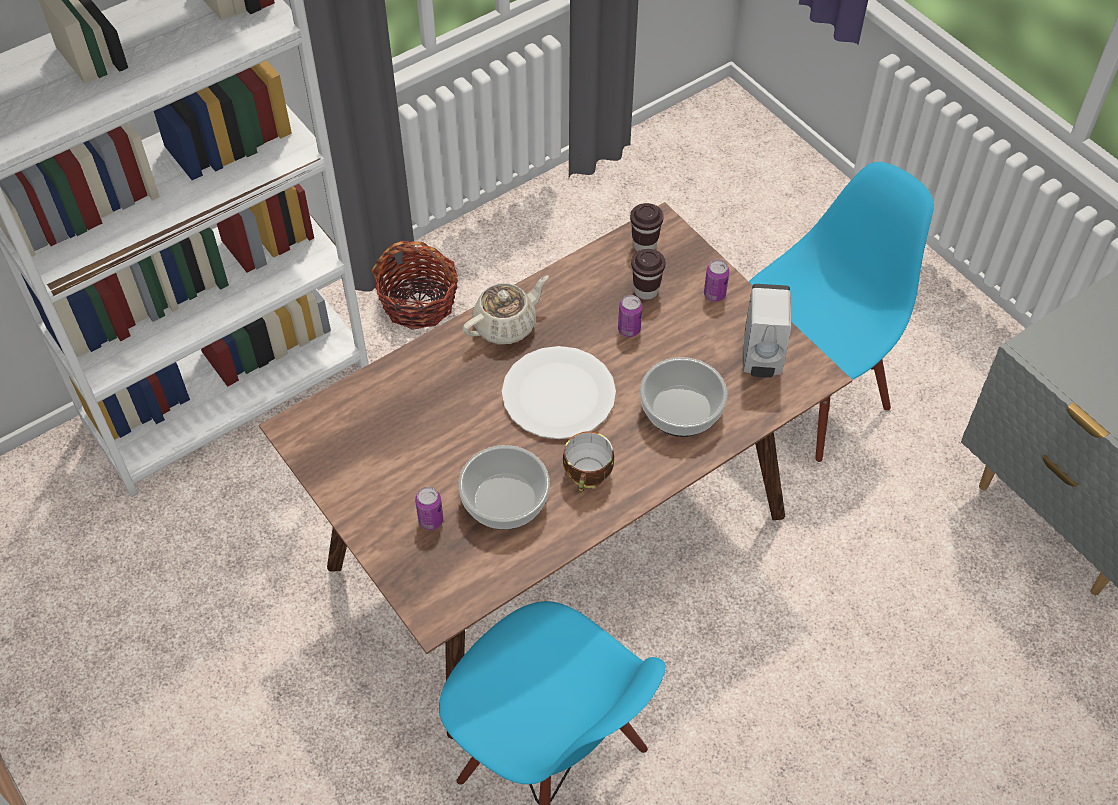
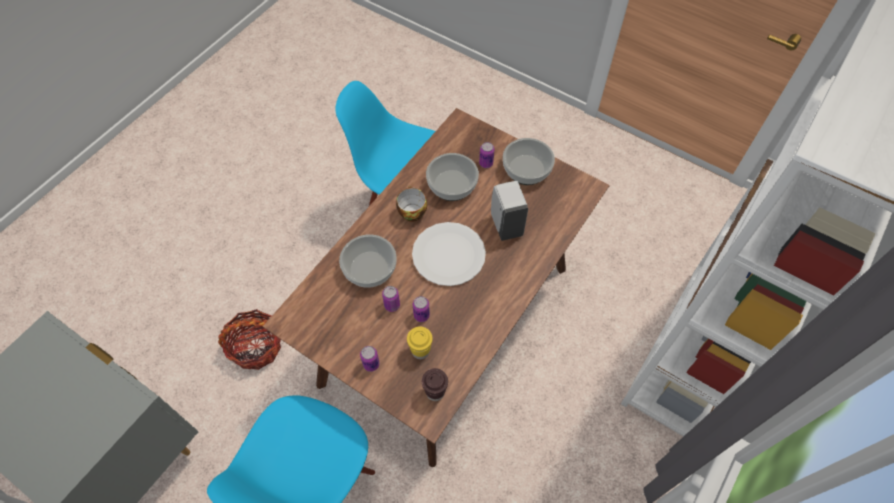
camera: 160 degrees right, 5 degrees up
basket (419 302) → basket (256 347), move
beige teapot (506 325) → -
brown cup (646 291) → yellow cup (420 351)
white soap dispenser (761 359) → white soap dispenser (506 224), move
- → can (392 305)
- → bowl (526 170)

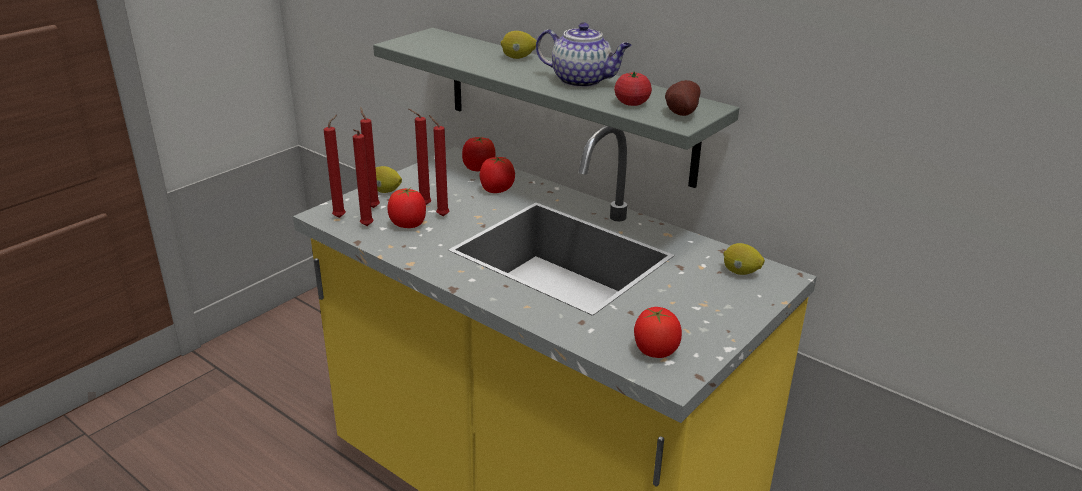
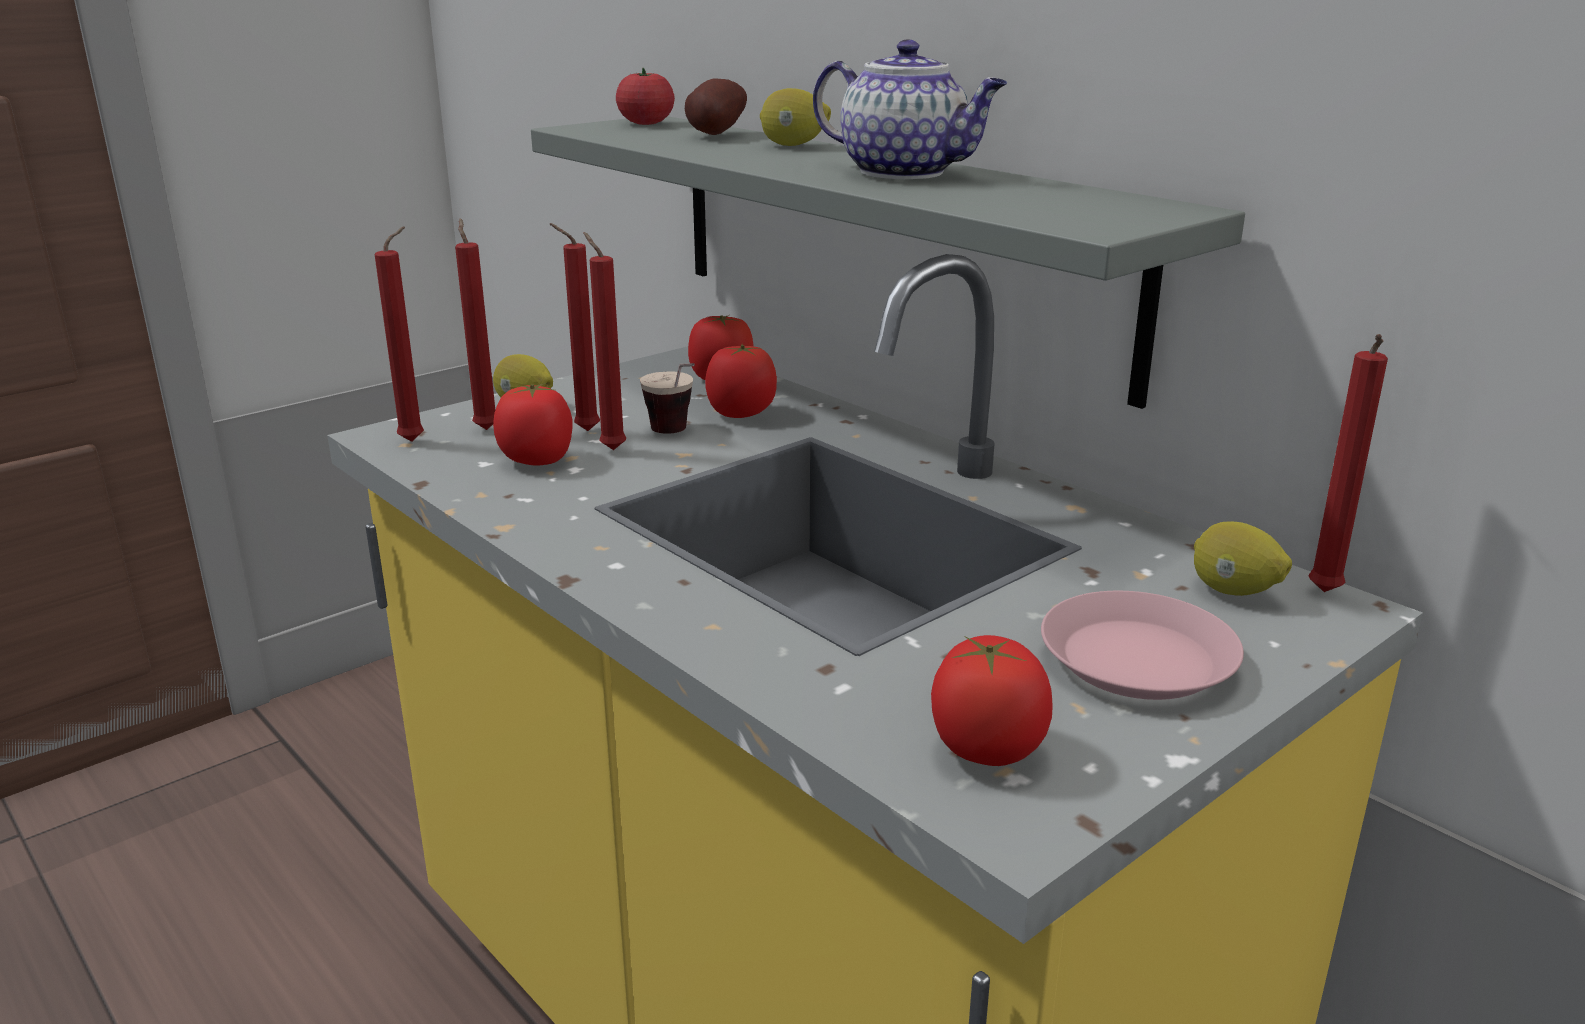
camera: 10 degrees right, 5 degrees down
red candle (366 227) → red candle (1323 594), move
tomato (632 103) → tomato (646 123), move
potato (680 114) → potato (713 135), move
- → cup (677 435)
- → pink plate (1138 660)

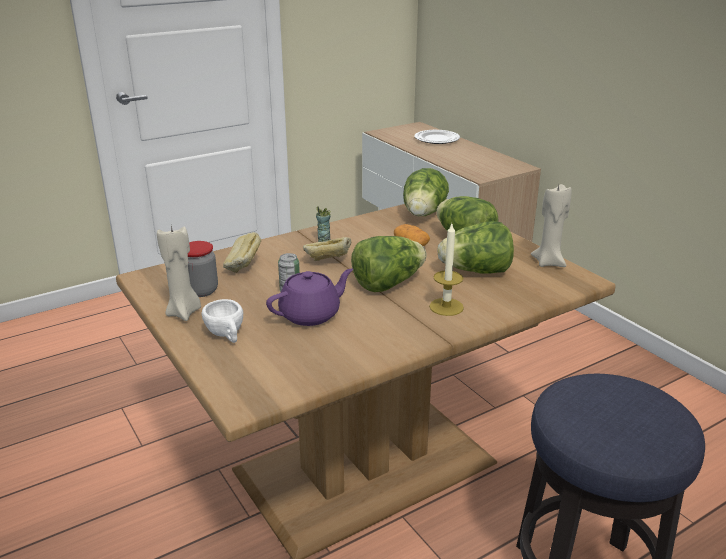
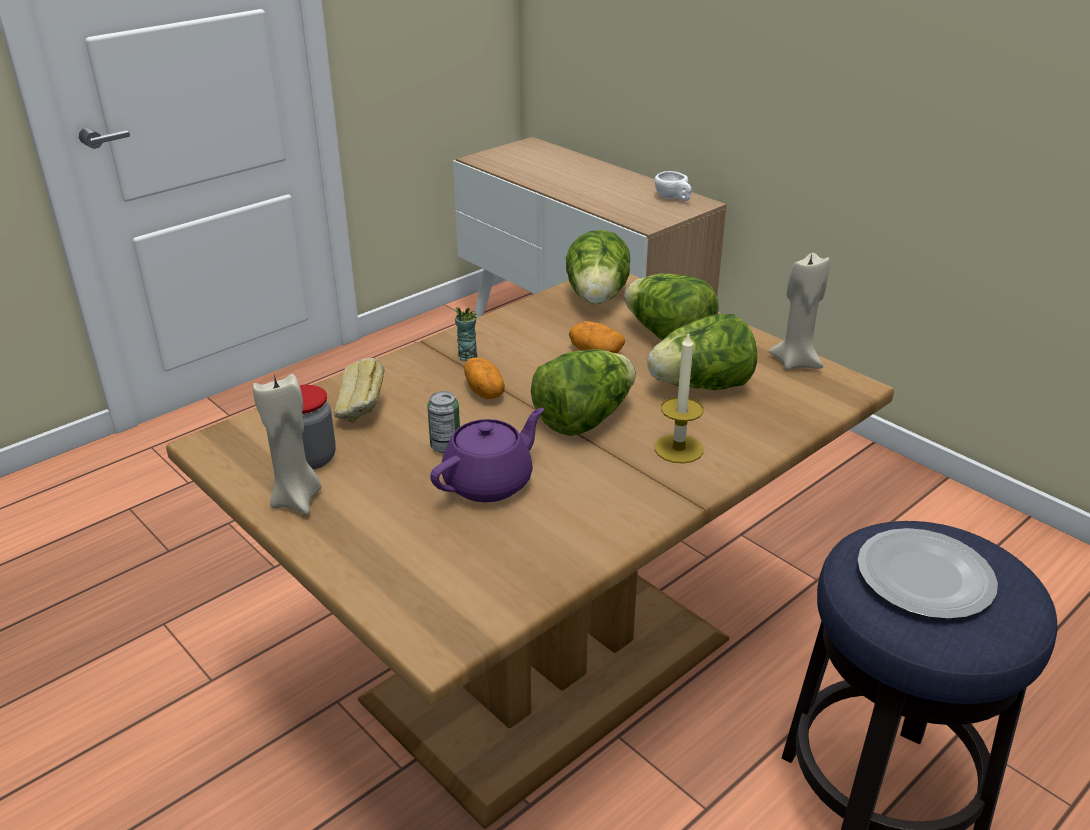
camera: 10 degrees left, 5 degrees up
white cup (226 335) → white cup (673 199), move
bread (327 262) → potato (485 391)
plate (437 139) → plate (924 576), move

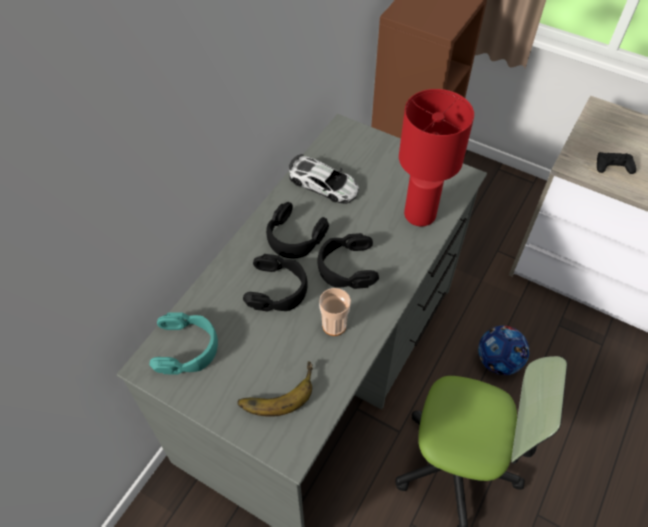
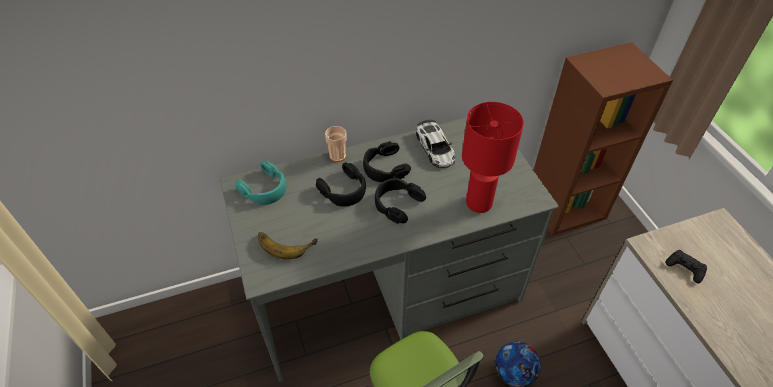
camera: 40 degrees right, 5 degrees down
cup (334 325) → cup (337 156), move

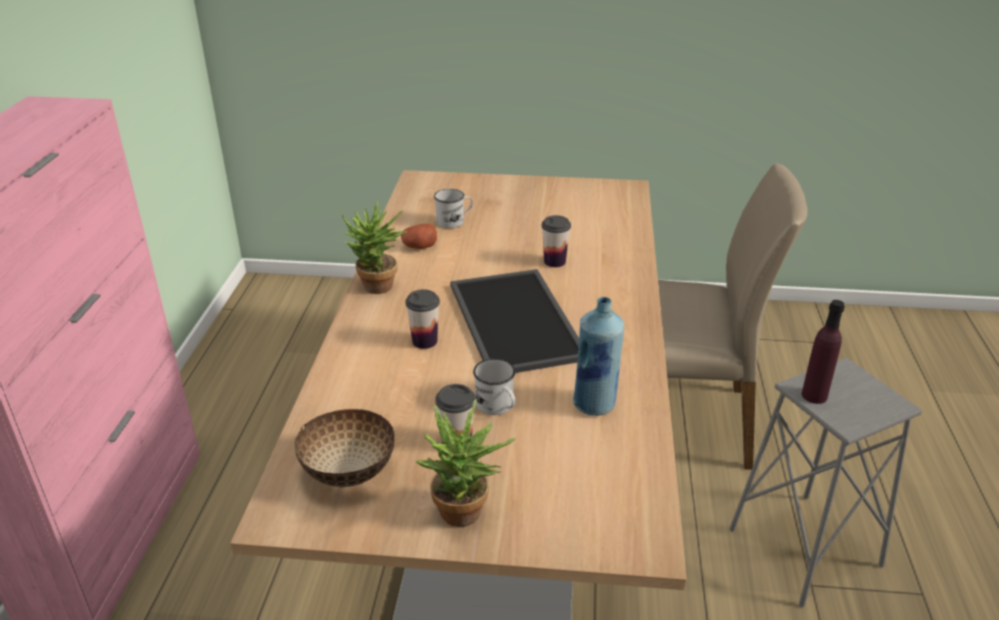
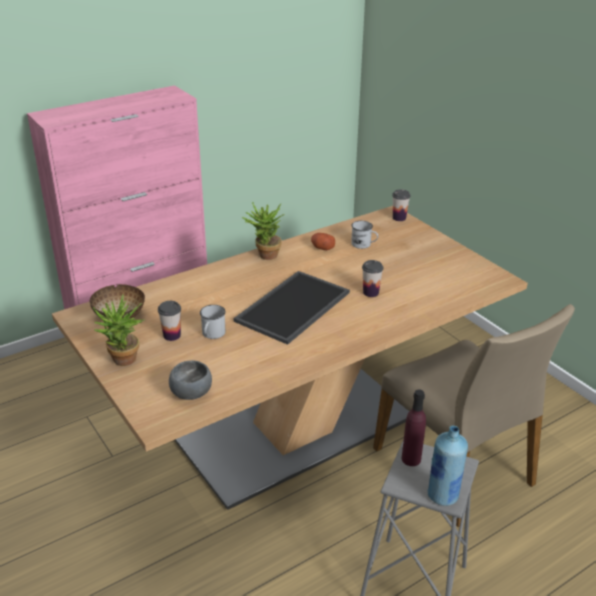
camera: 50 degrees right, 0 degrees up
cup (424 341) → cup (399 218), move
blue bottle (595 404) → blue bottle (442 496), move
- → grey bowl (192 393)

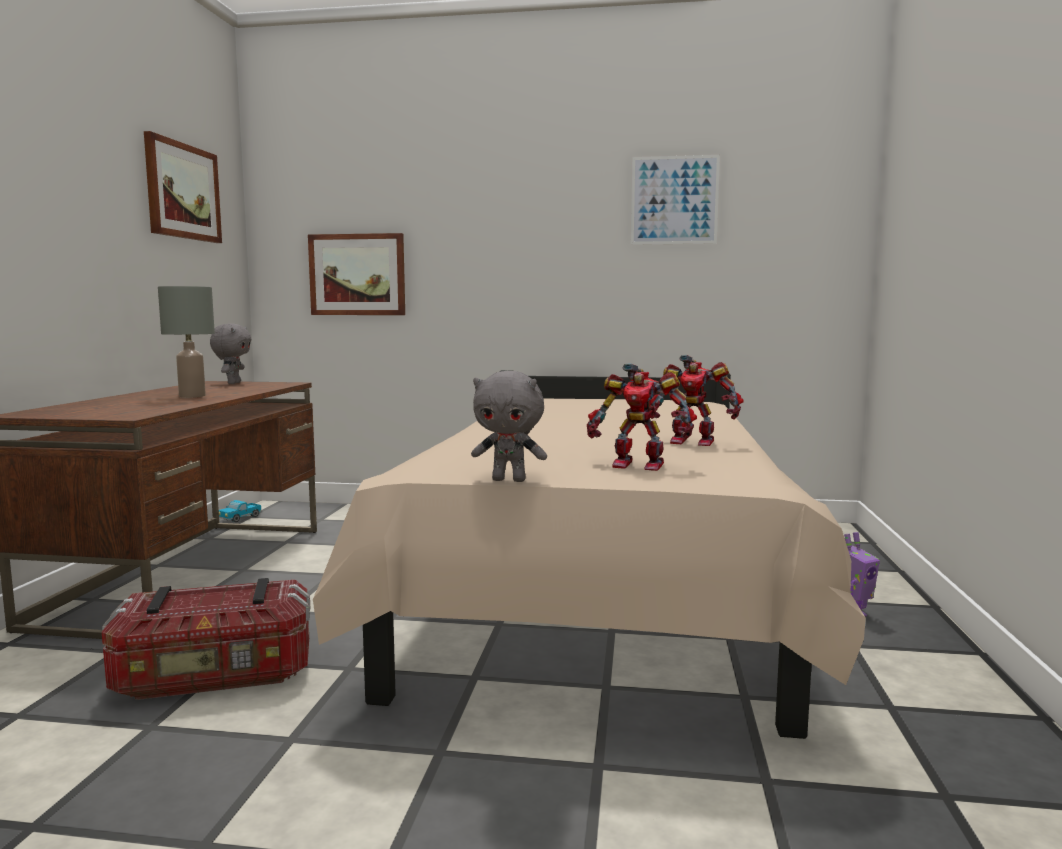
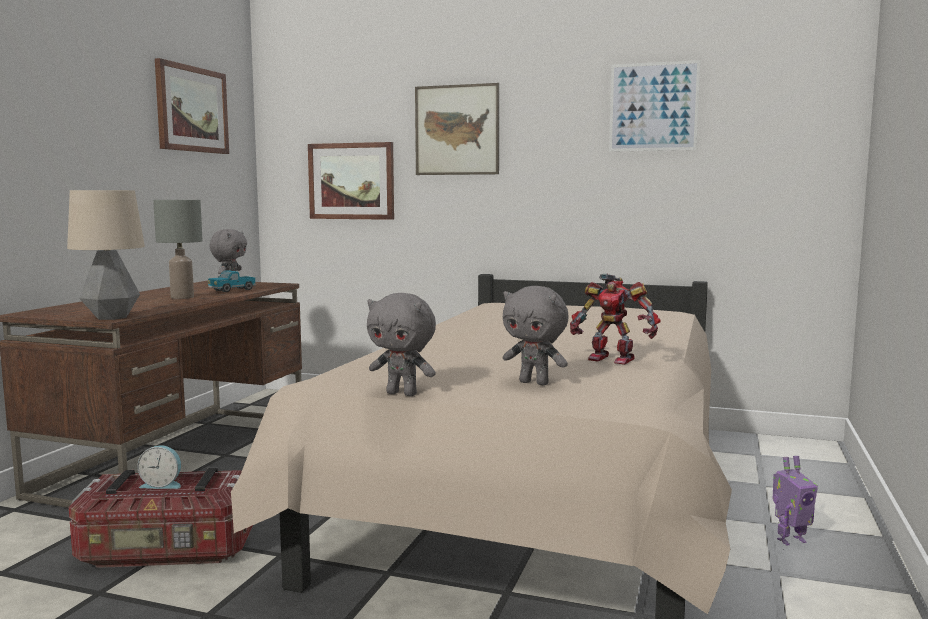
camera: 10 degrees right, 0 degrees up
toy truck (240 518) → toy truck (232 290), move
toy robot (638 465) → grey plush toy (535 383)
- → table lamp (112 317)
- → alarm clock (162 484)
- → picture (457 130)

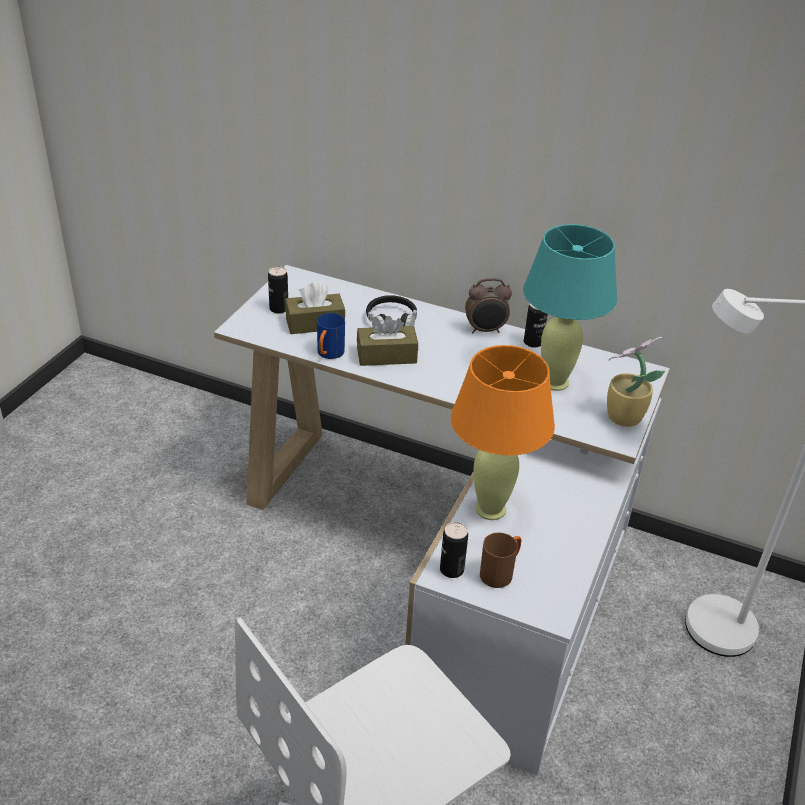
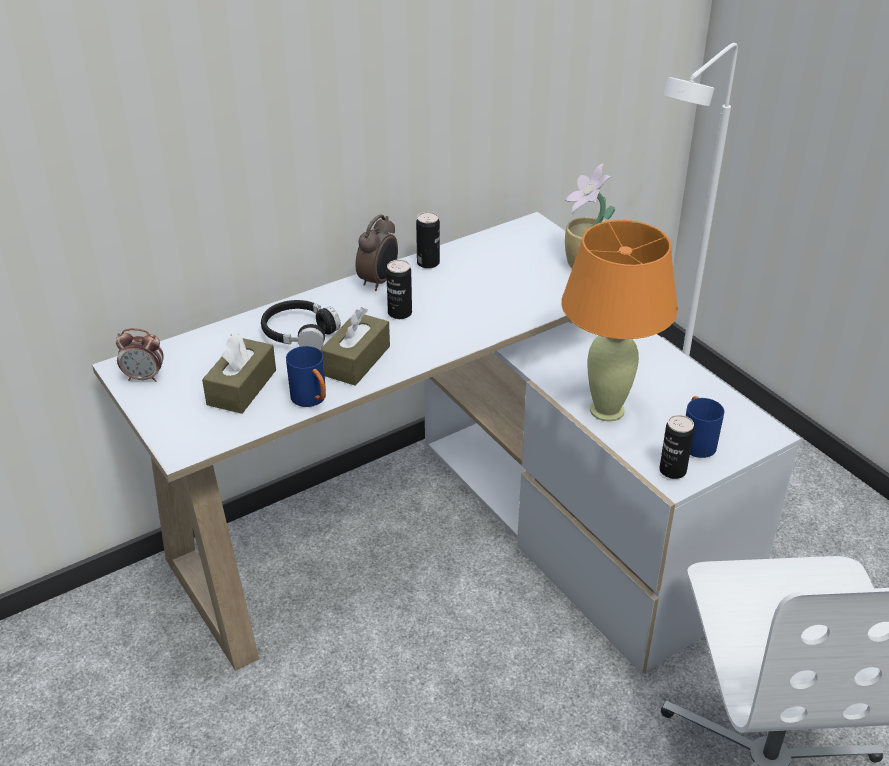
camera: 55 degrees left, 0 degrees up
can (279 309) → can (400 313), move
brown mug (500 572) → blue mug (696 442)
turquoise table lamp (554 382) → -
- → alarm clock (144 377)

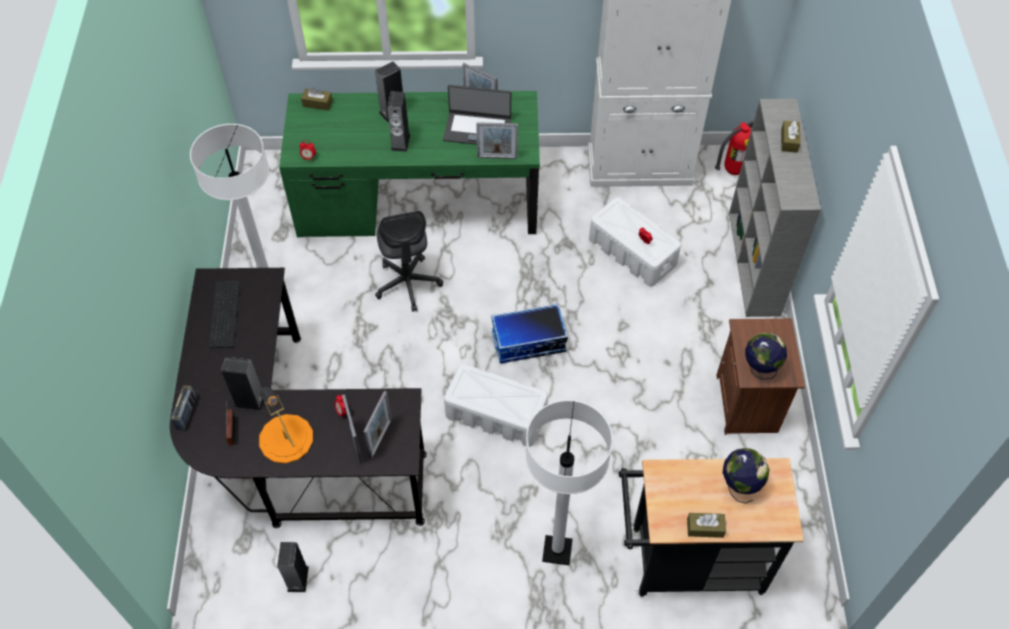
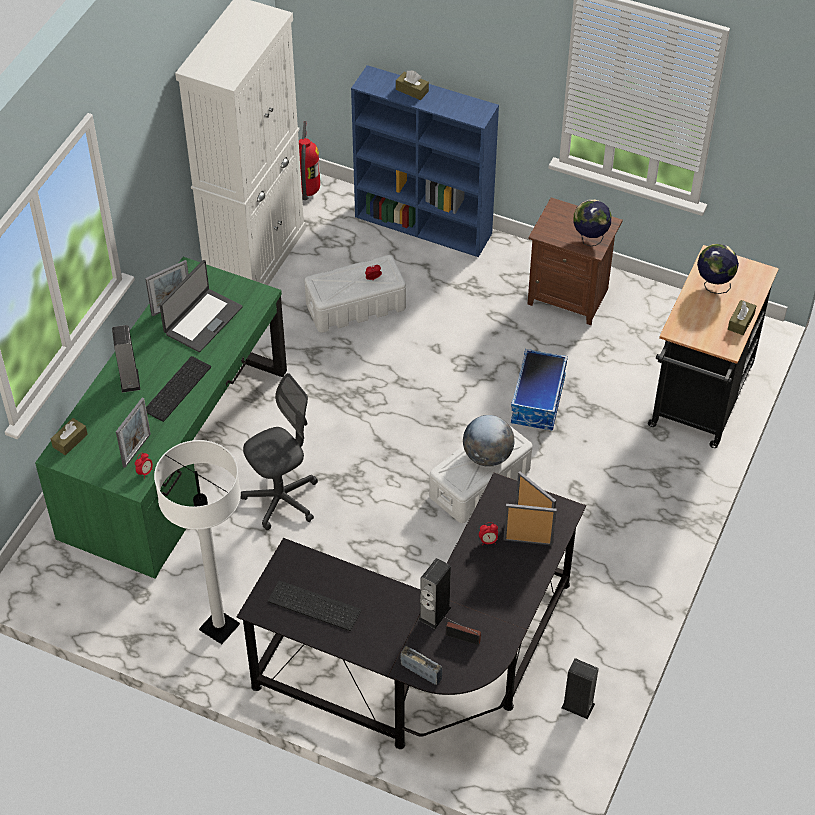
camera: 65 degrees left, 5 degrees down
orange table lamp (286 438) → -
grey office chair (408 284) → grey office chair (281 499), 45 degrees counterclockwise
speaker (400 142) → keyboard (176 387)
picture frame (497 157) → picture frame (137 450), move
storage box (528 343) → storage box (538 400), move
white floor lamp (557 551) → -
grey bookcase (754 264) → blue bookcase (424 225)
- → globe (487 456)

